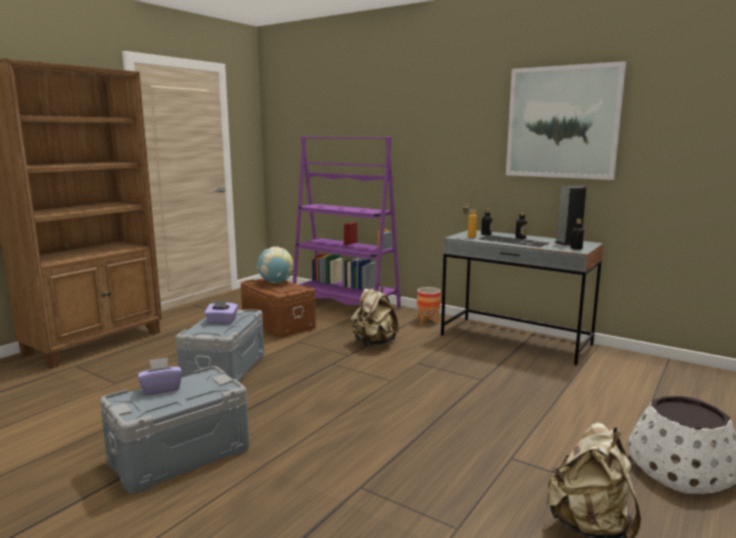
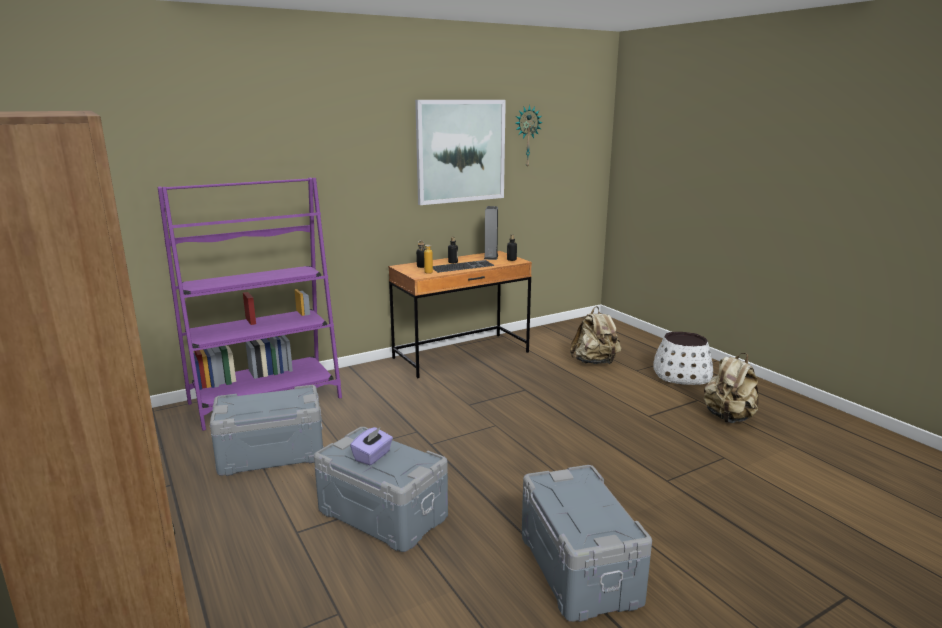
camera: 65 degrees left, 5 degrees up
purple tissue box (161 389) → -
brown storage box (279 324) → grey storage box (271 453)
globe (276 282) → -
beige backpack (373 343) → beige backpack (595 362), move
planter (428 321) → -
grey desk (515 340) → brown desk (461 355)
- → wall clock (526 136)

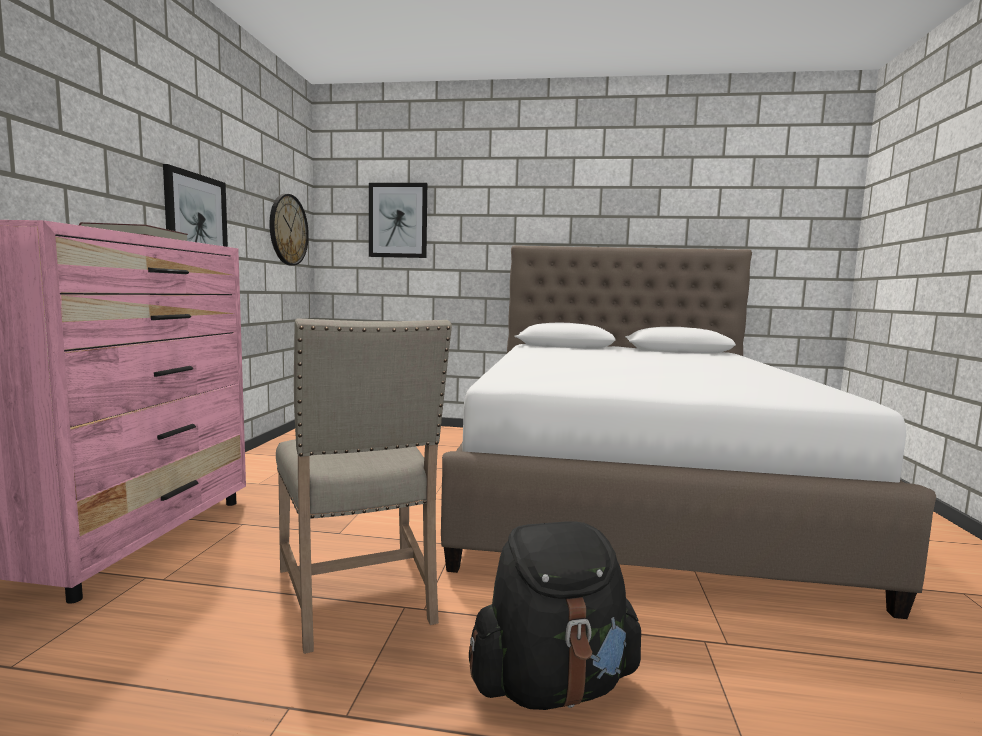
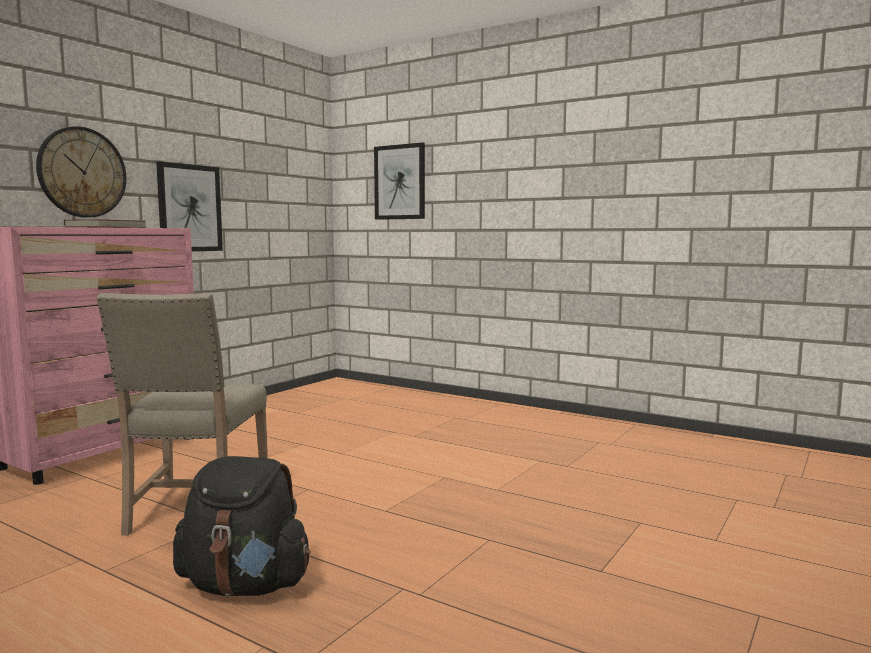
camera: 25 degrees right, 0 degrees up
wall clock (288 230) → wall clock (82 172), move
white bed (632 489) → -

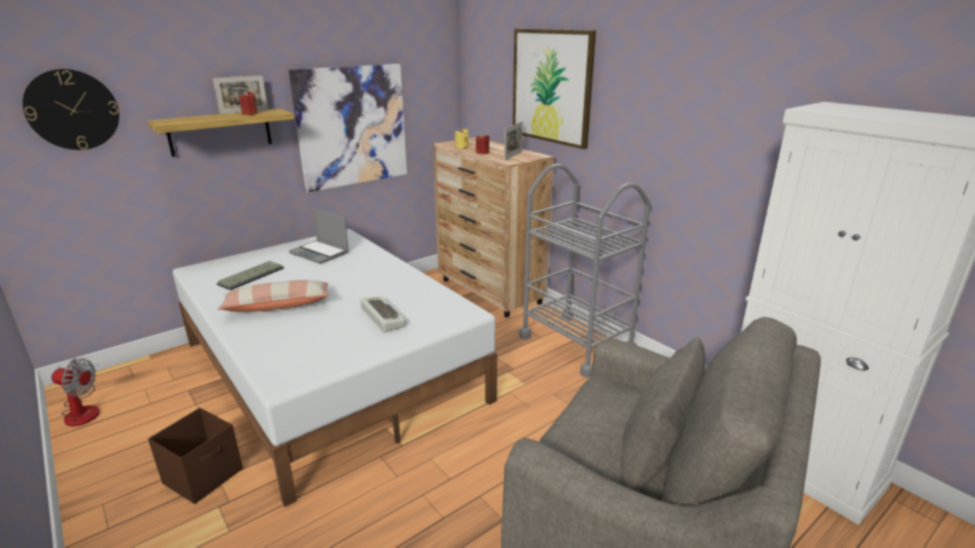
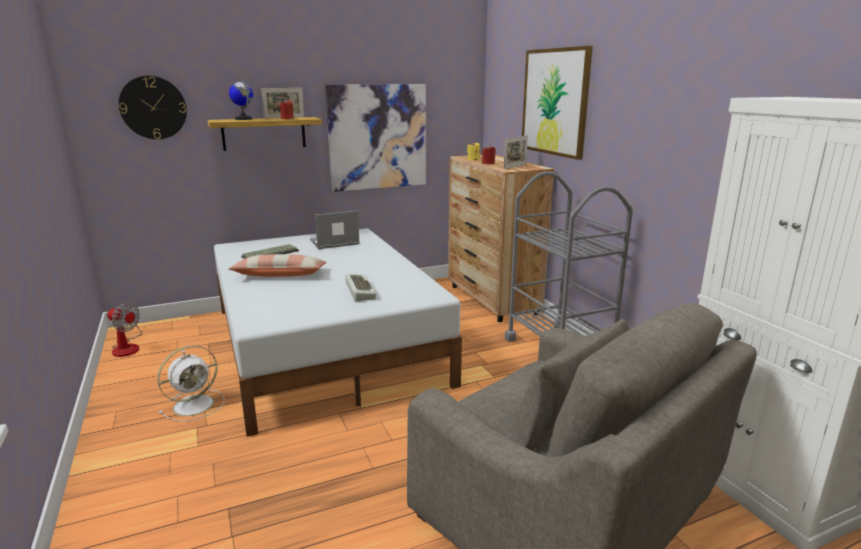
camera: 15 degrees right, 5 degrees down
brown storage box (204 476) → white fan (195 404)
laptop (320 253) → laptop (334 243), 105 degrees clockwise
- → globe (243 119)

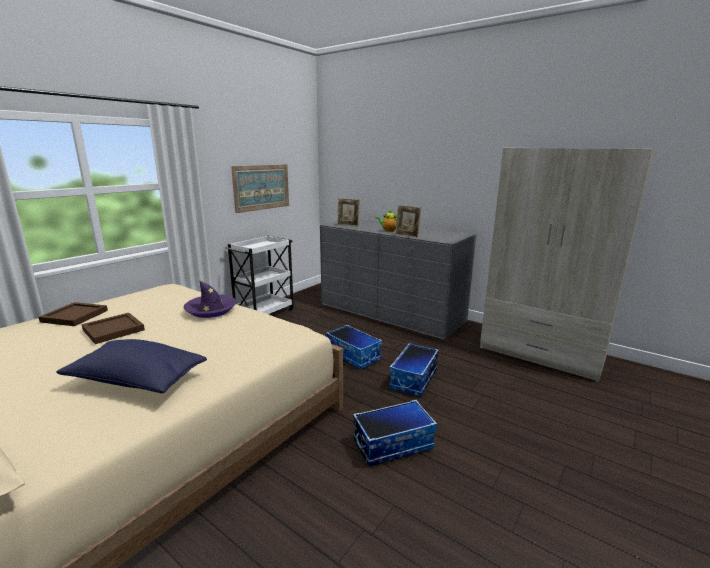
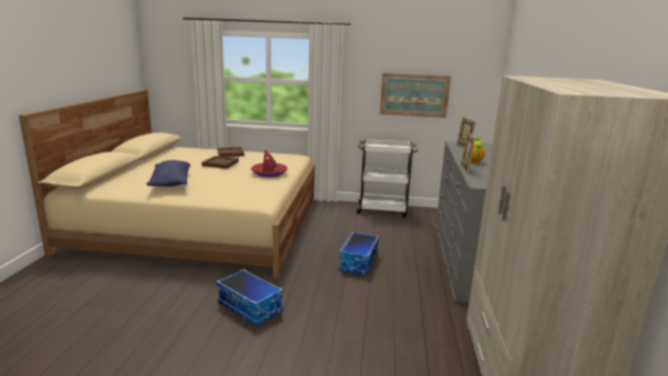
camera: 60 degrees right, 0 degrees up
purple hat (211 310) → red hat (269 173)
storage box (414 380) → -

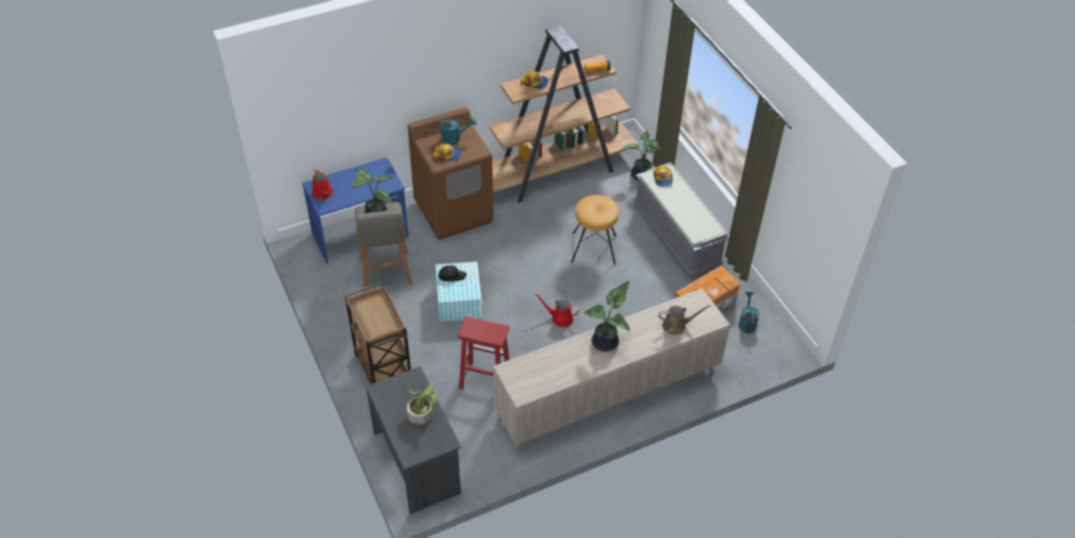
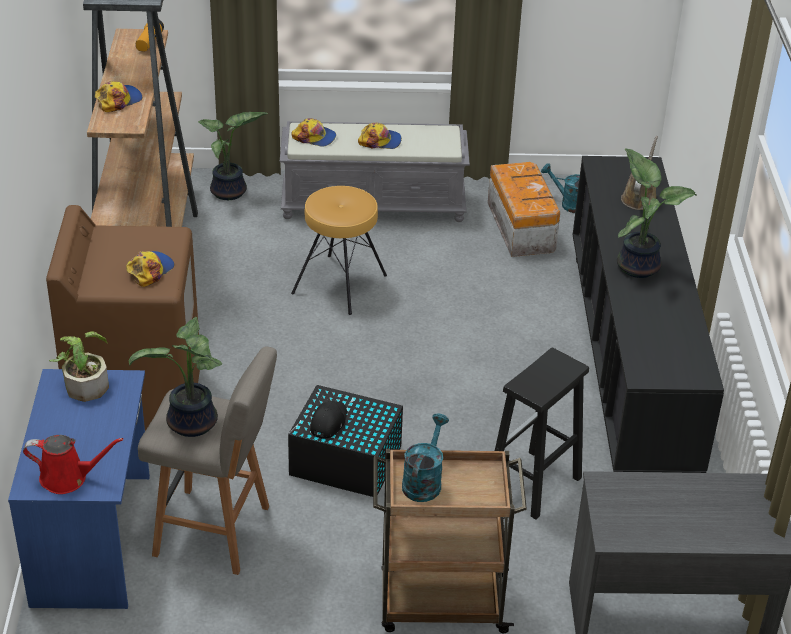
camera: 65 degrees left, 10 degrees down
potted plant (422 412) → potted plant (84 383), move
turquoise watering can (454 138) → turquoise watering can (424 481), move
white storage box (459 300) → black storage box (344 460)
red stool (484 380) → black stool (533 485)
beige cabinet (608 394) → black cabinet (629 365)
red watering can (560 318) → -
- → cap (380 141)

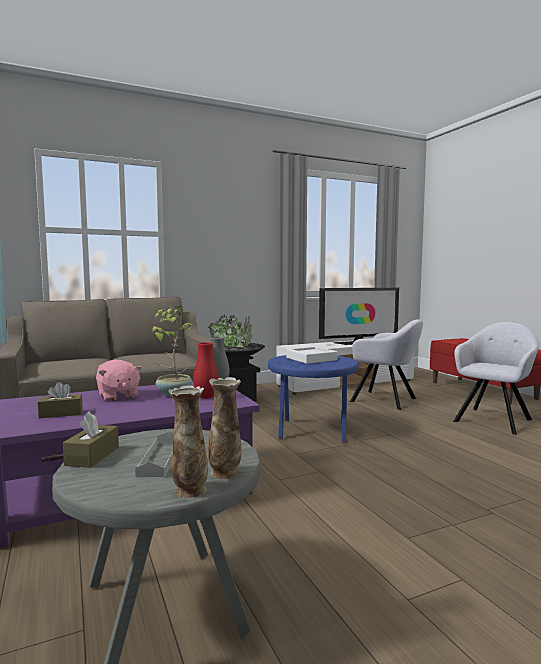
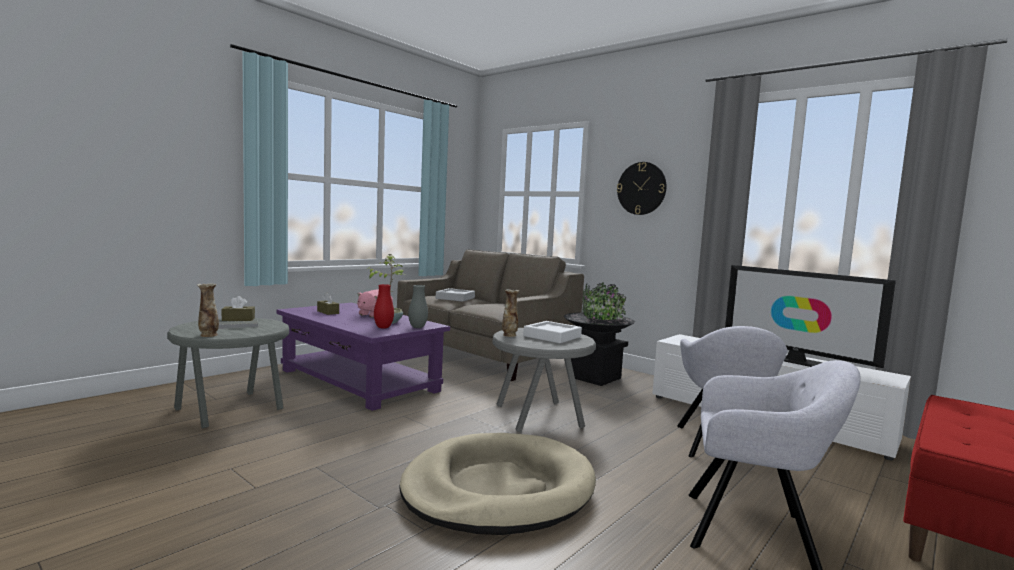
camera: 65 degrees right, 0 degrees up
vase (190 490) → vase (509 335), move
blue side table (311 430) → grey side table (539 416)
- → beige dog bed (498 489)
- → grey tray (455 298)
- → wall clock (641 188)

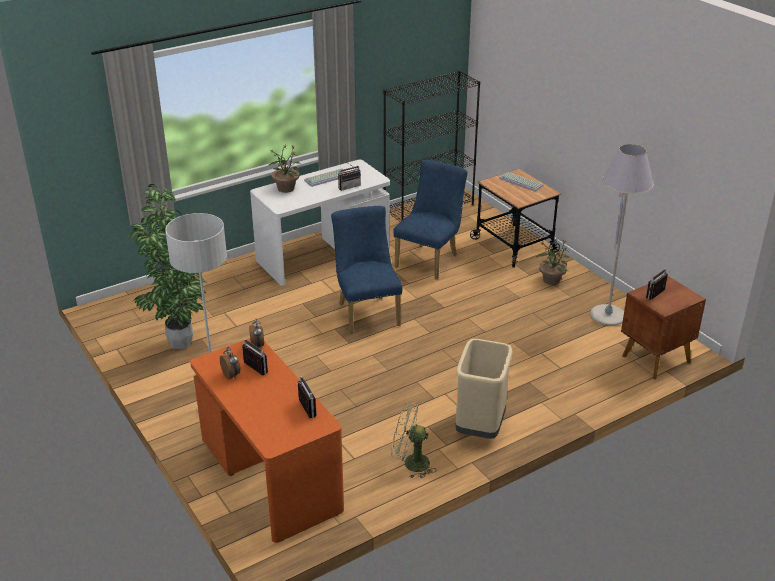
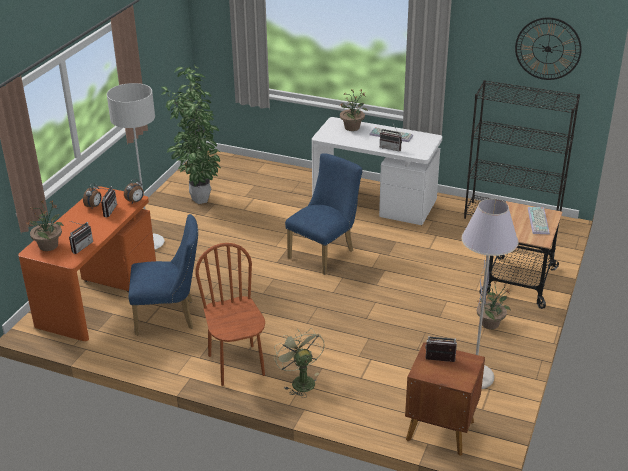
camera: 55 degrees right, 0 degrees up
green fan (410 463) → green fan (300 381), move
blue chair (430 259) → blue chair (170 317), move
beige trash can (479 427) → brown chair (237 365)
- → potted plant (49 245)
- → wall clock (548 49)

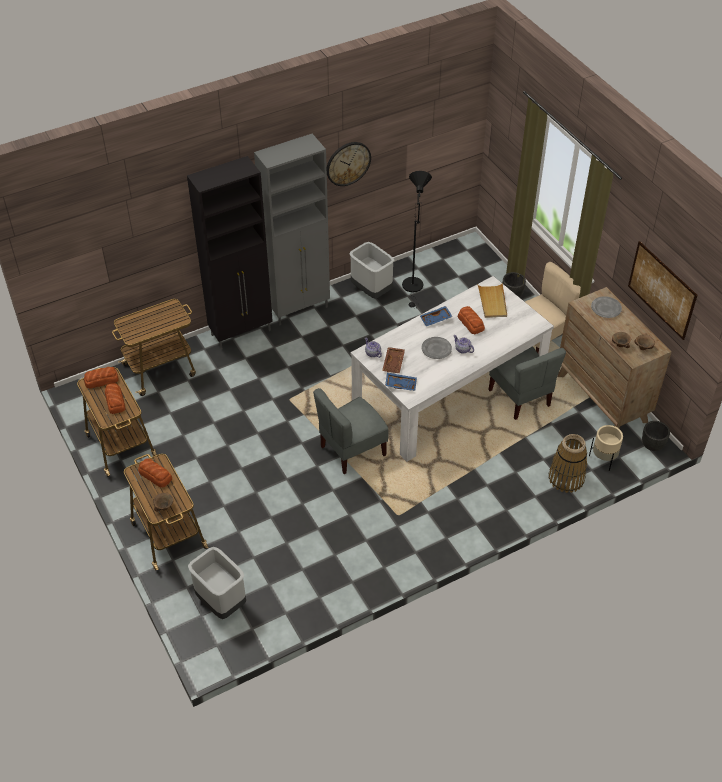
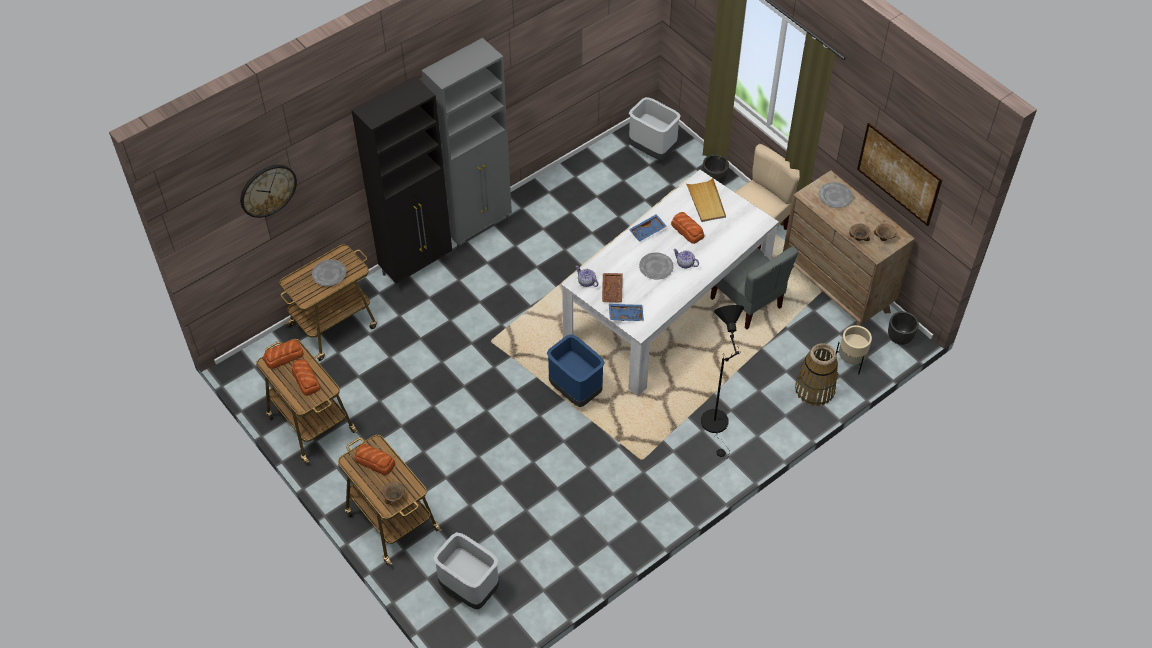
camera: 10 degrees left, 5 degrees up
grey chair (352 450) → blue trash can (574 391)
wall clock (348 163) → wall clock (267 190), move
grey trash can (370 291) → grey trash can (651 151), move
black floor lamp (413 288) → black floor lamp (716 426), move
- → grey plate (329 274)

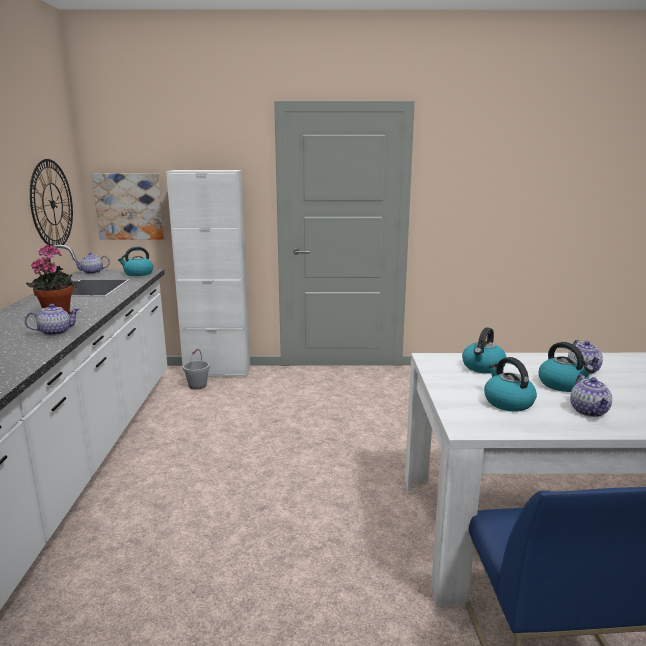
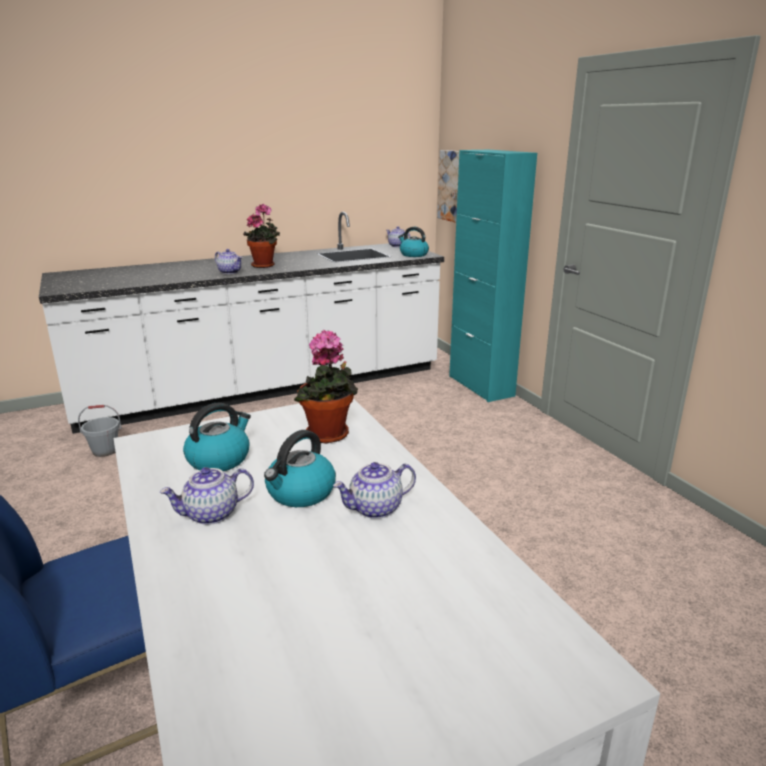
camera: 65 degrees right, 5 degrees up
wall clock (52 204) → -
white cabinet (217 371) → turquoise cabinet (481 386)
grey bucket (197 385) → grey bucket (105 451), move
kettle (483 367) → potted plant (329 436)

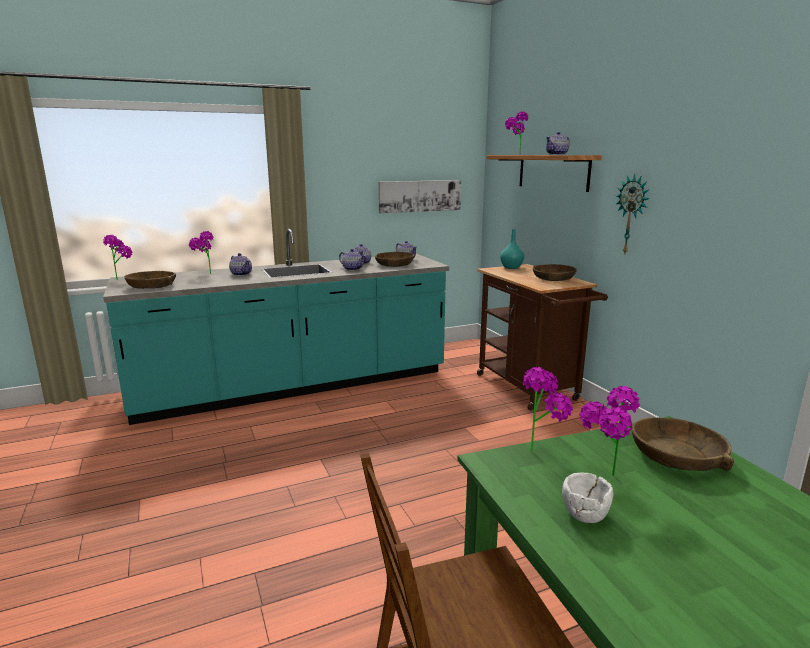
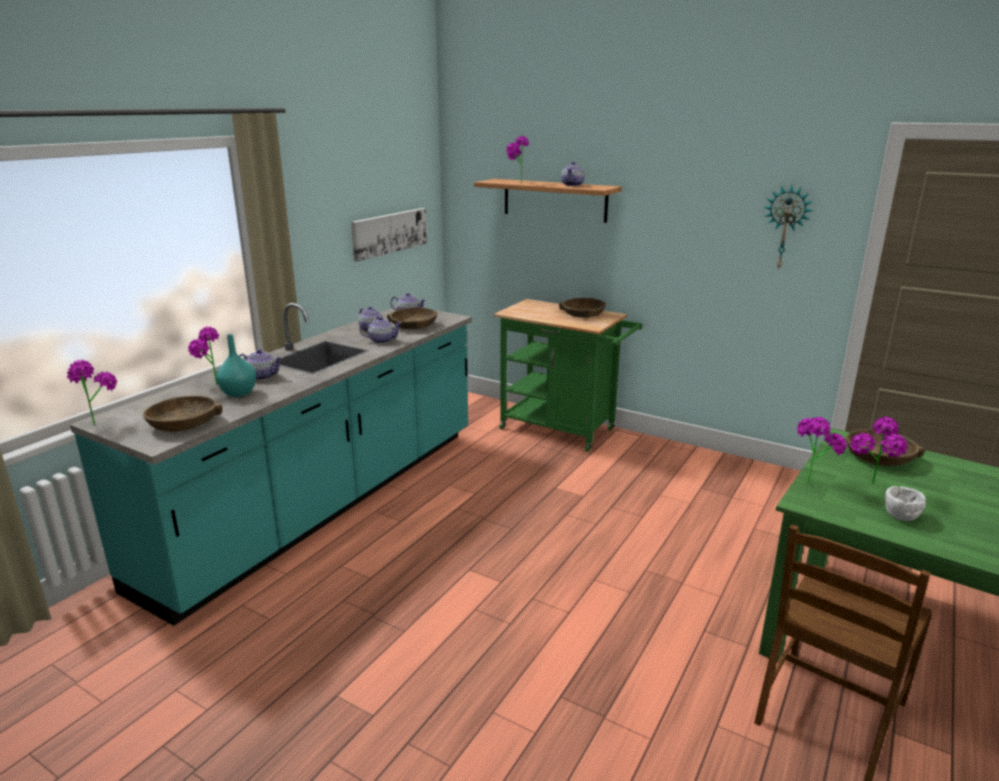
camera: 35 degrees left, 5 degrees up
brown cart (530 389) → green cart (564 430)
turquoise vase (511 267) → turquoise vase (238 393), move
wall clock (632 215) → wall clock (785 227), move

